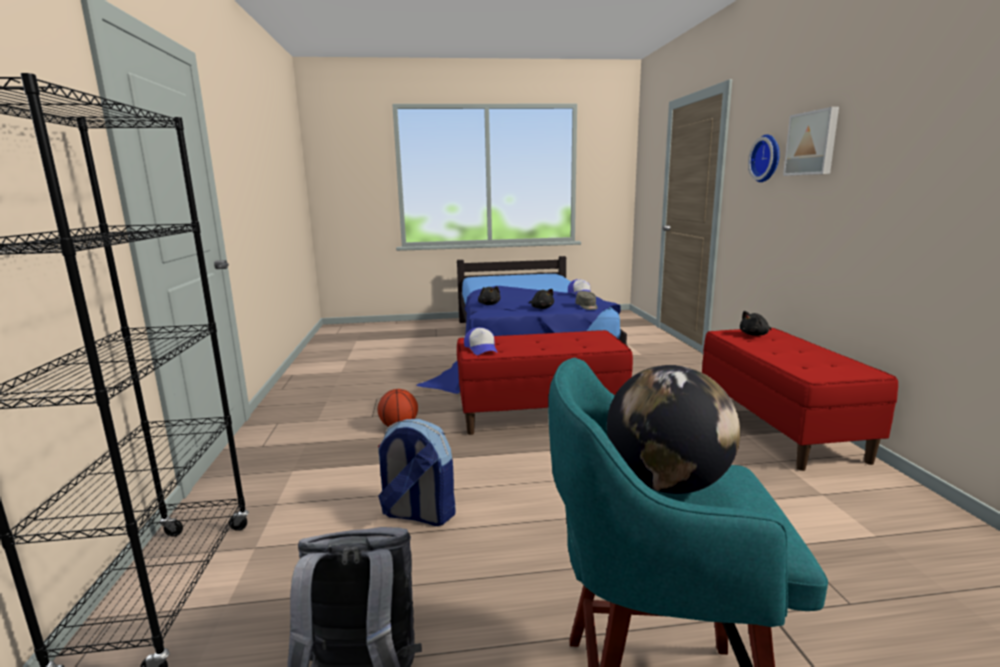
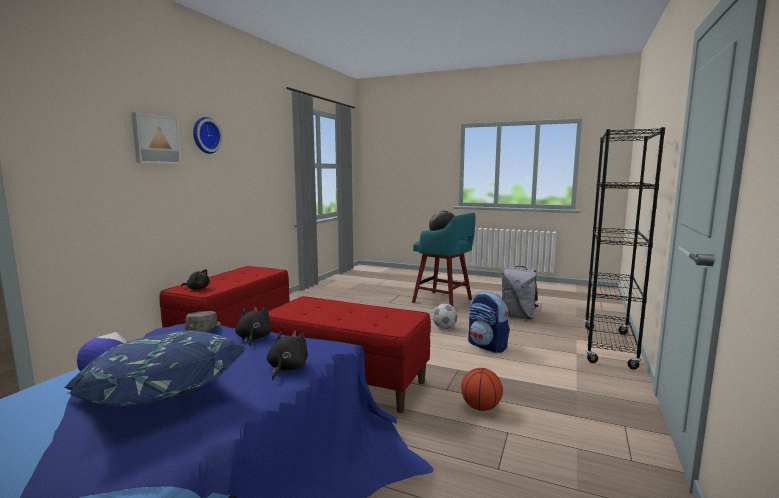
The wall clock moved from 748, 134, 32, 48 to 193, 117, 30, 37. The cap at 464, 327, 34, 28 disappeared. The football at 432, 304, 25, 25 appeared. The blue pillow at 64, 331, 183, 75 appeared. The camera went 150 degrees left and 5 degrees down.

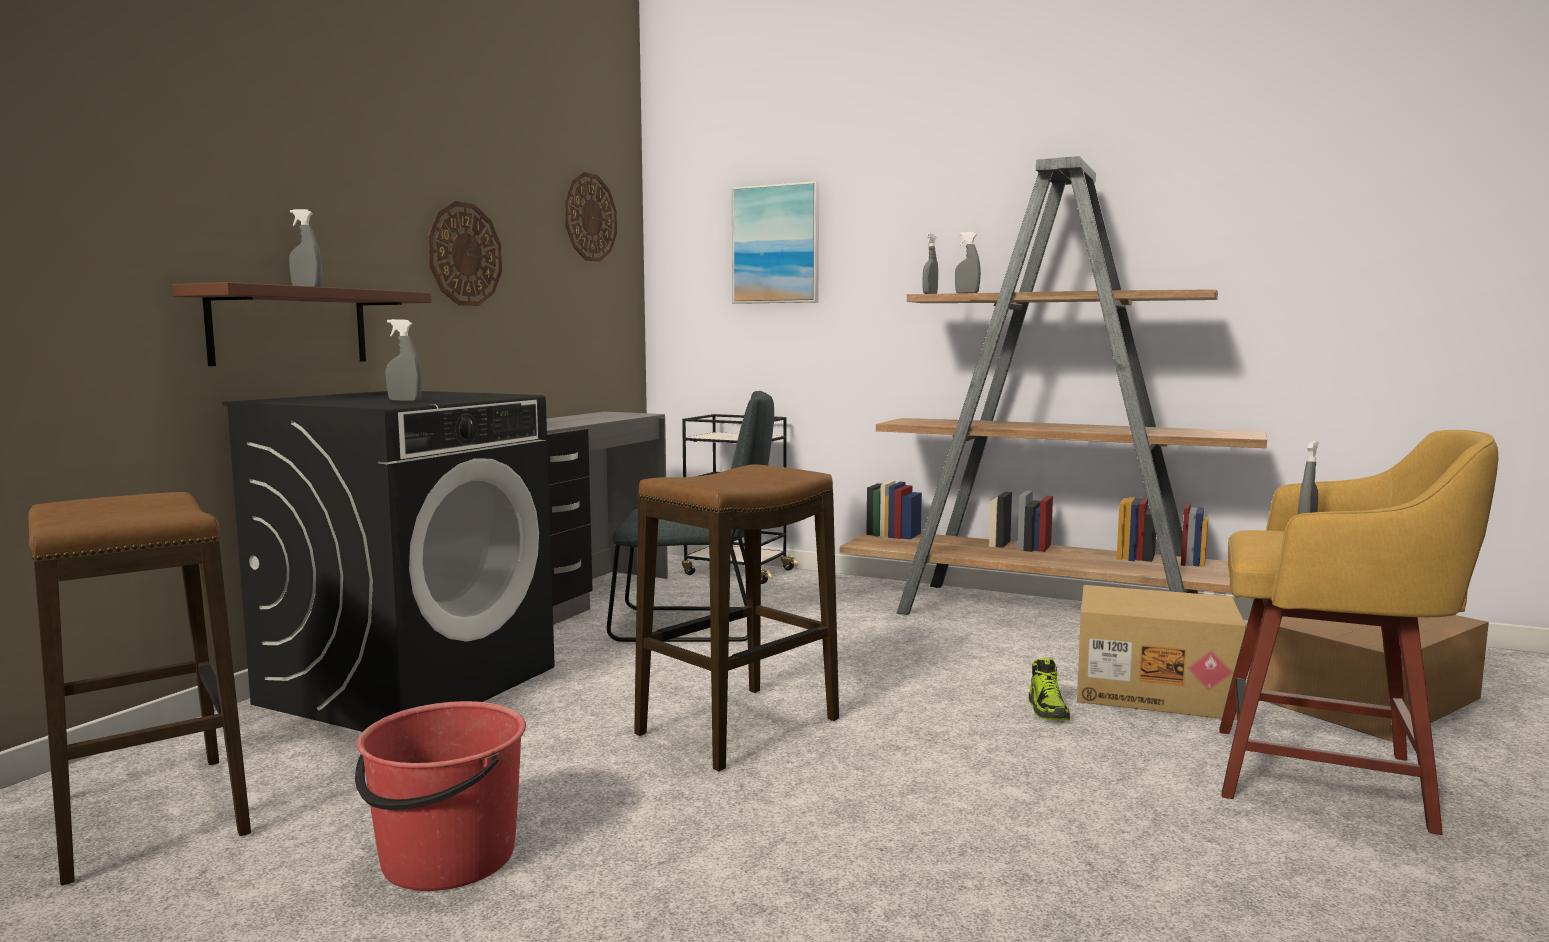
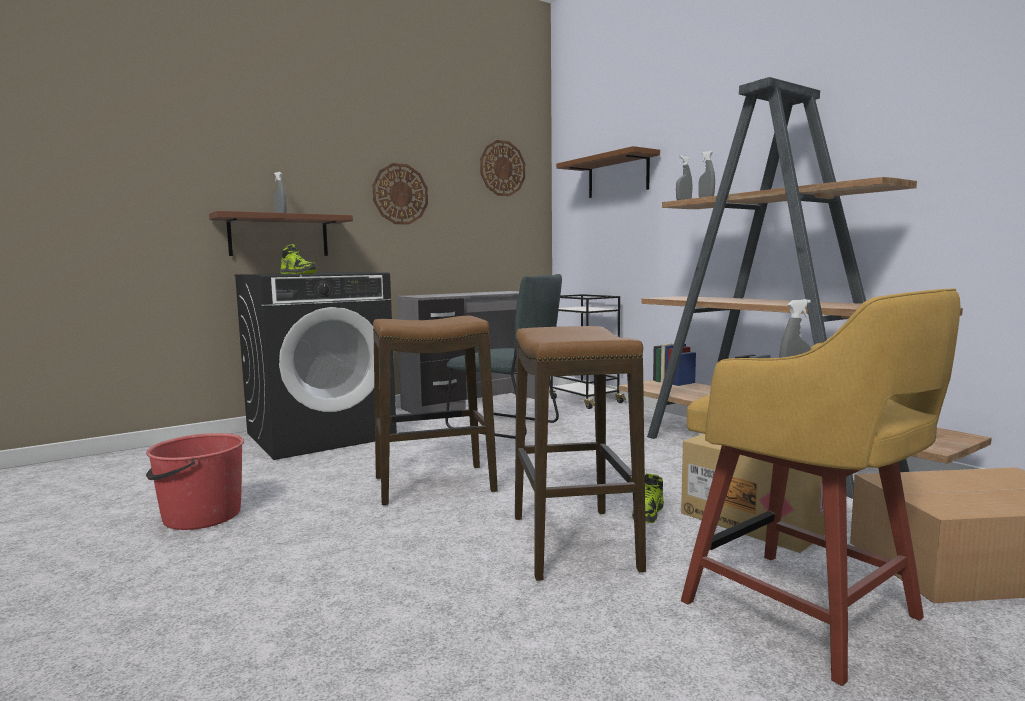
The picture at 732, 181, 87, 123 was replaced by the brown shelf at 556, 146, 104, 52. The grey spray bottle at 386, 319, 36, 83 was replaced by the shoe at 280, 244, 36, 30. The stool moved from 28, 492, 223, 393 to 515, 326, 131, 255. The camera went 30 degrees right and 0 degrees up.

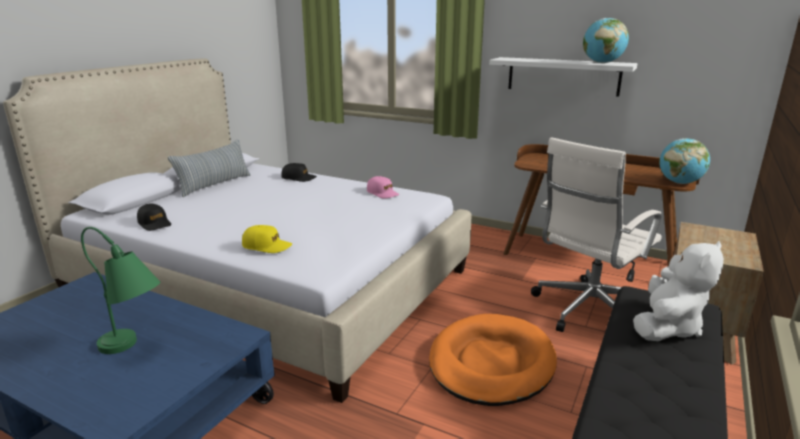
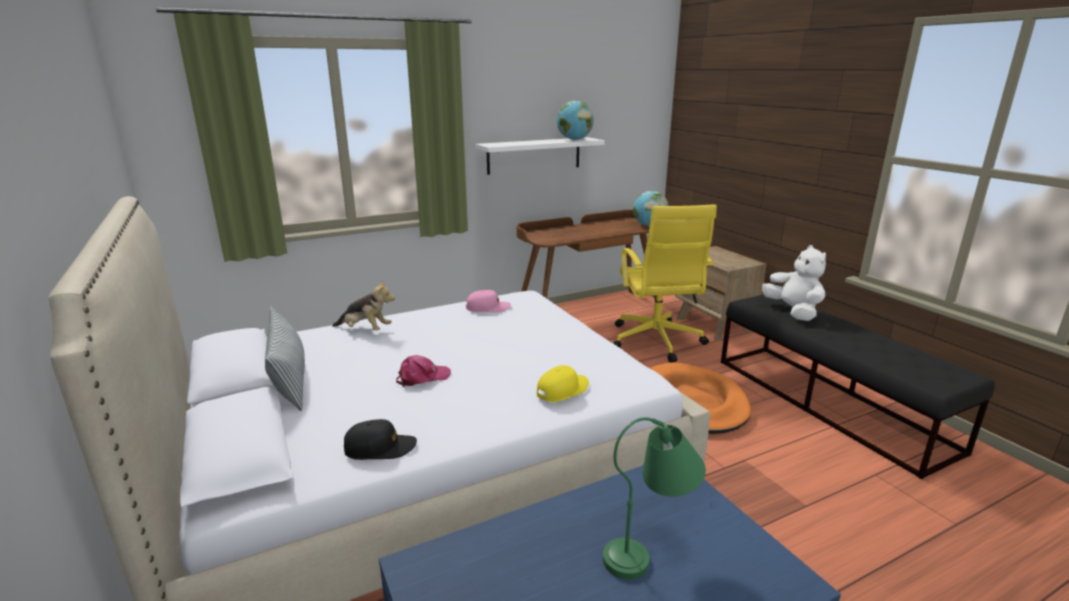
The white office chair at 531, 137, 131, 195 became the yellow office chair at 613, 204, 104, 159. The black cap at 281, 163, 36, 19 was replaced by the plush toy at 332, 280, 63, 50. The pink cap at 396, 355, 55, 33 appeared. The camera went 55 degrees left and 0 degrees up.

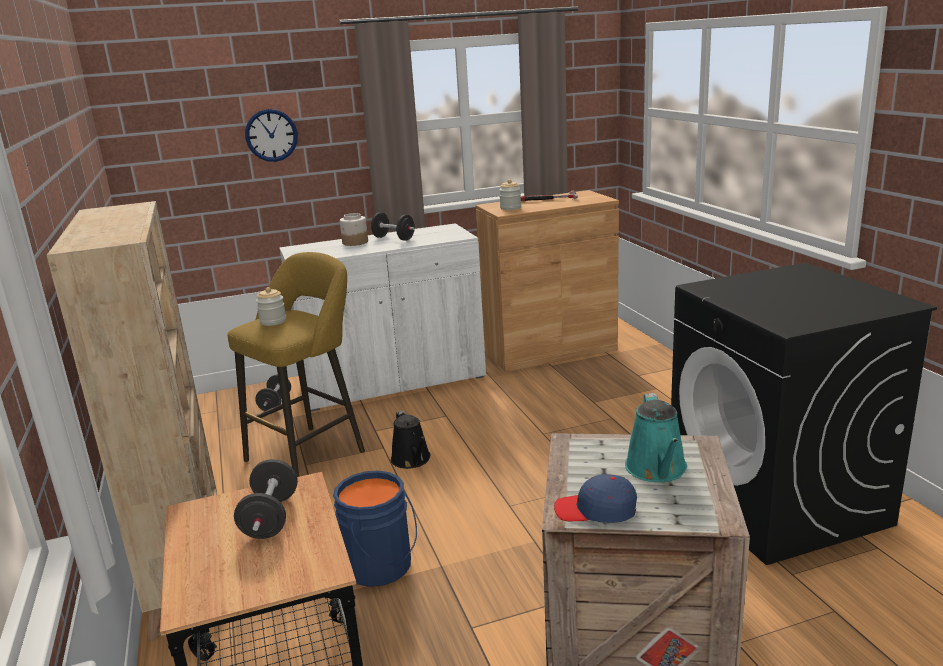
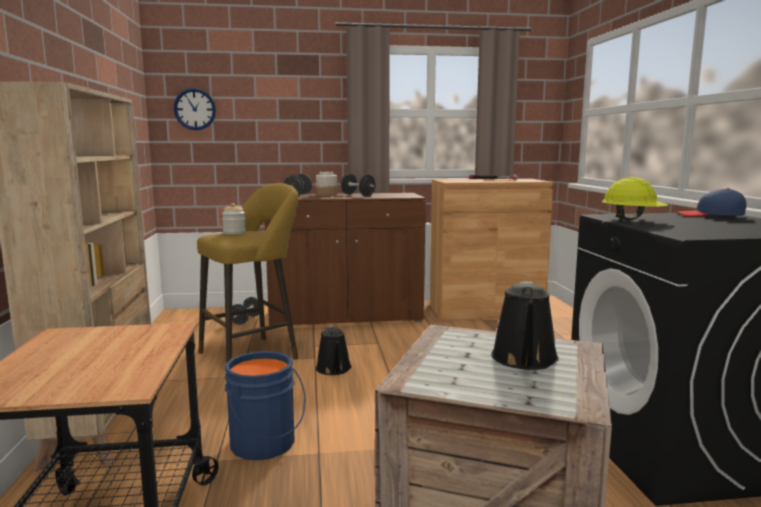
The wall clock moved from 245, 109, 53, 53 to 174, 88, 42, 42. The jar at 499, 179, 22, 31 disappeared. The white cabinet at 279, 223, 207, 189 became the brown cabinet at 265, 193, 161, 132. The turquoise watering can at 625, 393, 62, 89 became the black watering can at 491, 281, 68, 89. The black dumbbell moved from 234, 459, 64, 80 to 283, 174, 29, 22. The blue cap moved from 554, 474, 83, 49 to 678, 188, 68, 29. The yellow hard hat at 602, 177, 67, 43 appeared. The camera went 10 degrees right and 10 degrees down.

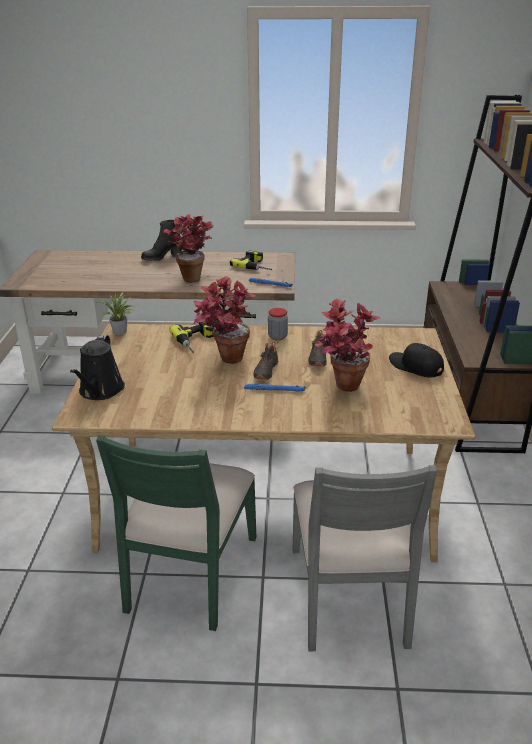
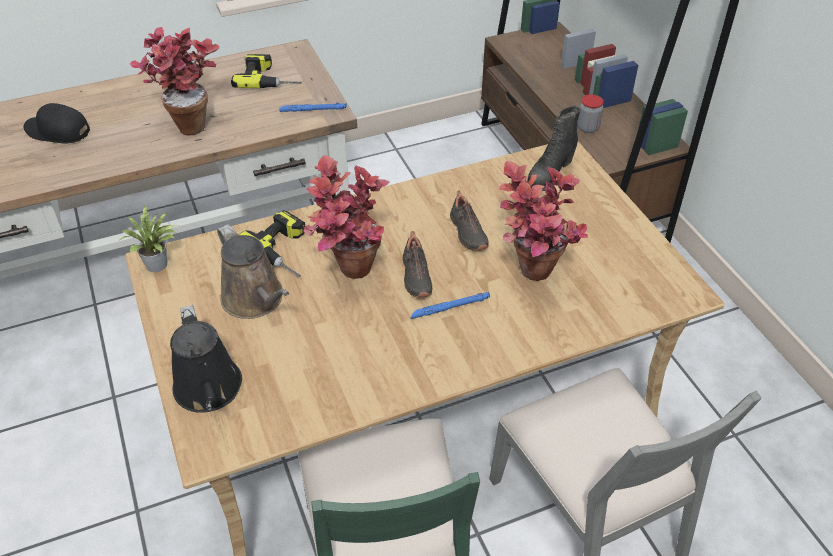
The black boot moved from 141, 220, 41, 41 to 527, 106, 53, 85. The jar moved from 268, 308, 20, 32 to 577, 95, 27, 38. The black cap moved from 389, 343, 55, 34 to 23, 103, 67, 41. The brown watering can at 217, 224, 72, 95 appeared. The camera went 25 degrees left and 15 degrees up.

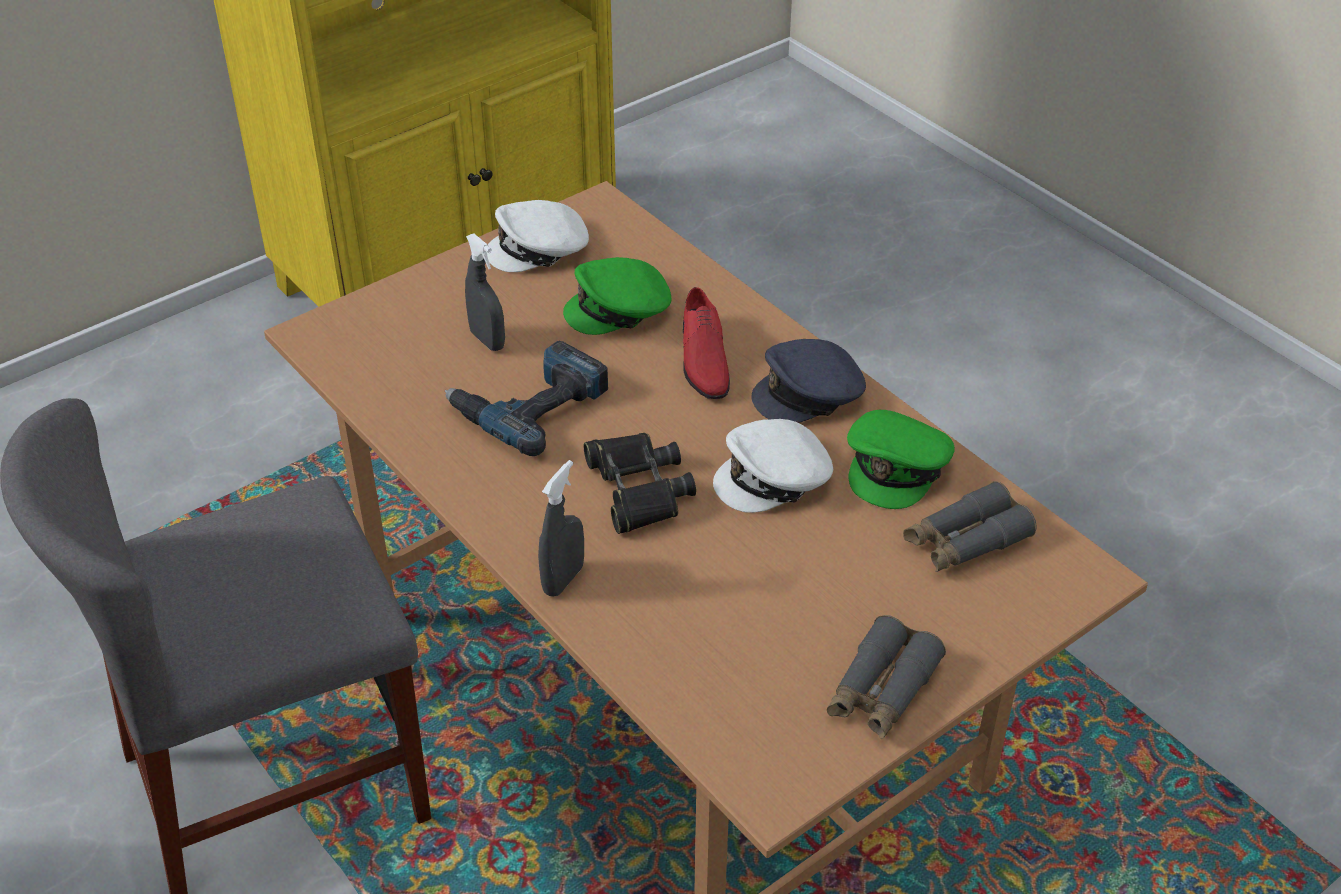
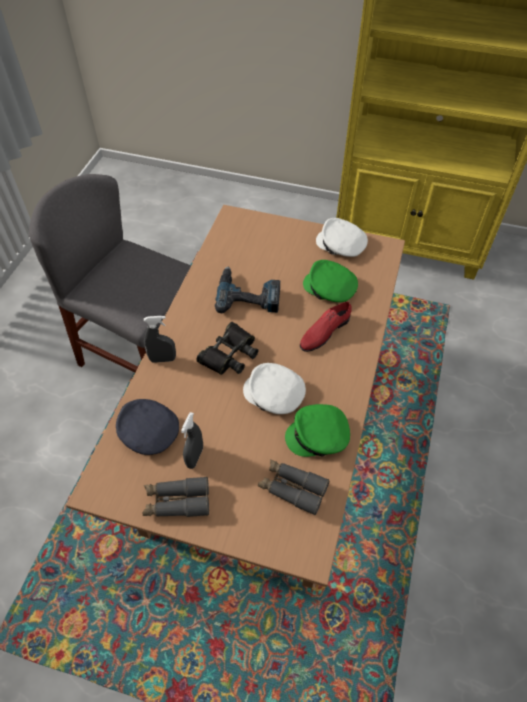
The grey spray bottle moved from 465, 233, 40, 118 to 181, 412, 22, 57. The grey cap moved from 751, 339, 115, 84 to 116, 399, 63, 56. The camera went 55 degrees right and 10 degrees up.

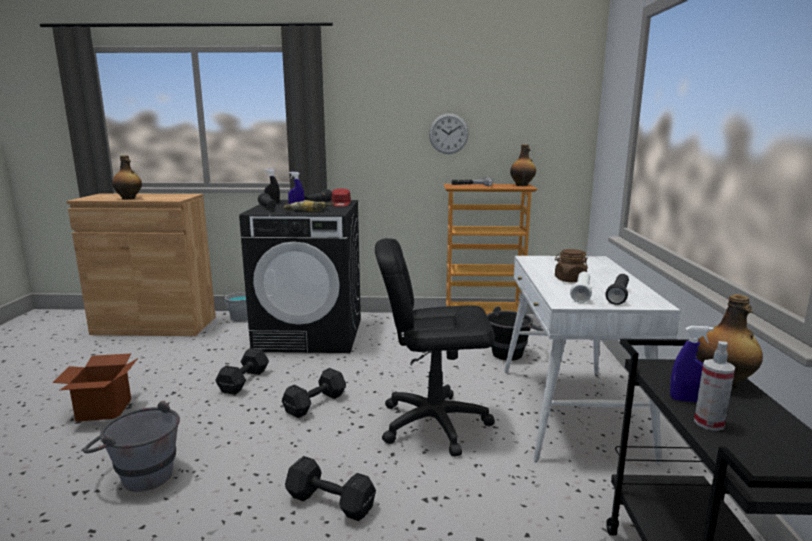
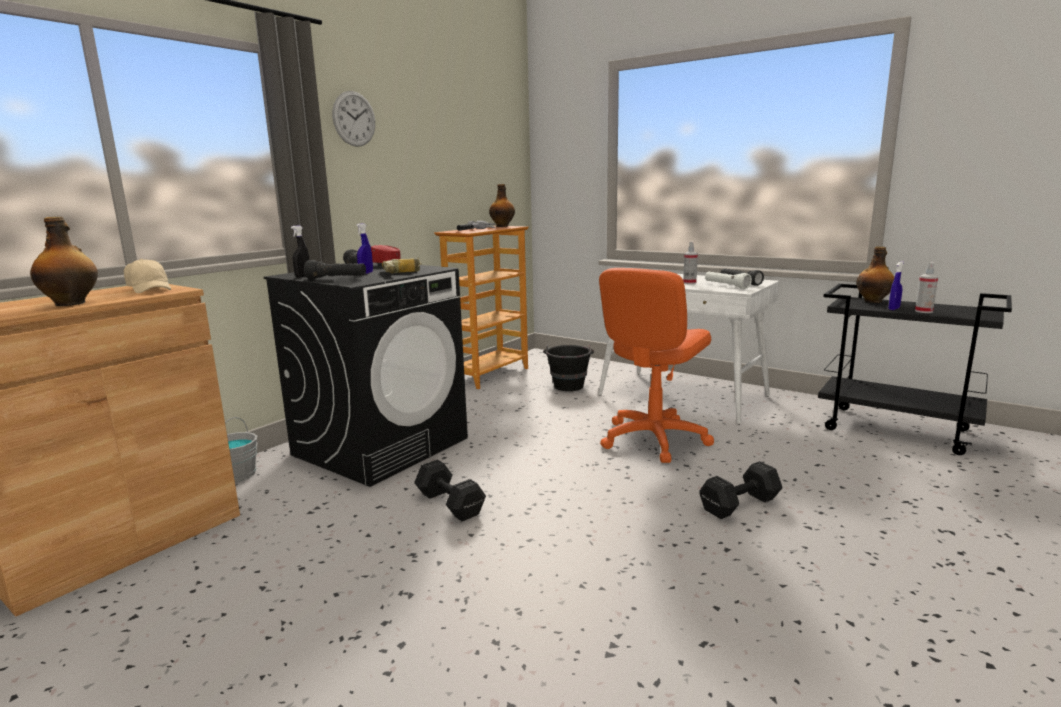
The wall clock moved from 429, 113, 40, 41 to 332, 91, 43, 56. The black office chair at 375, 238, 120, 219 became the orange office chair at 599, 268, 115, 195. The brown jar at 555, 249, 33, 33 was replaced by the spray bottle at 683, 242, 15, 42. The cardboard box at 52, 354, 86, 68 disappeared. The black dumbbell at 282, 368, 64, 50 disappeared. The grey bucket at 83, 401, 97, 91 disappeared. The beige cap at 124, 259, 47, 34 appeared. The camera went 55 degrees left and 0 degrees up.

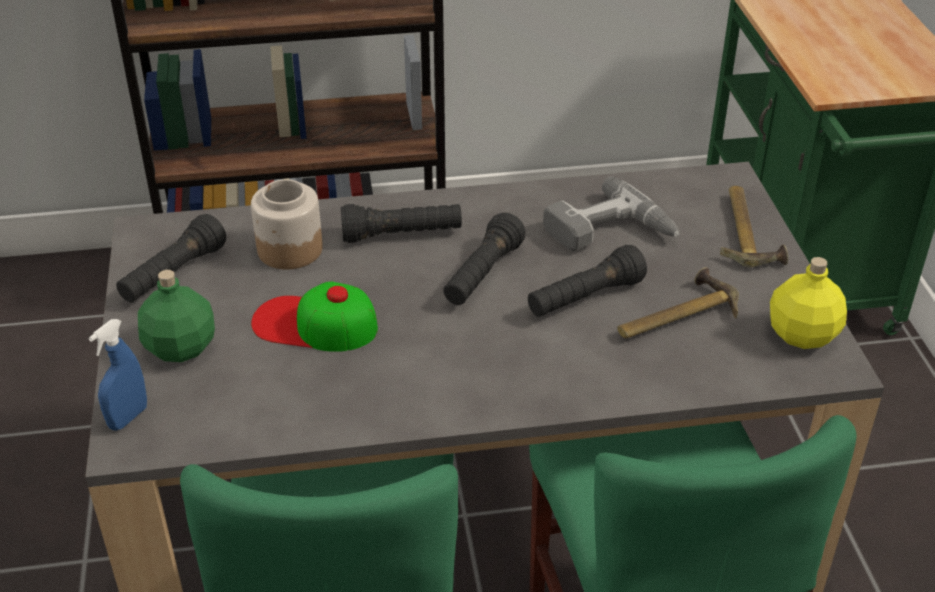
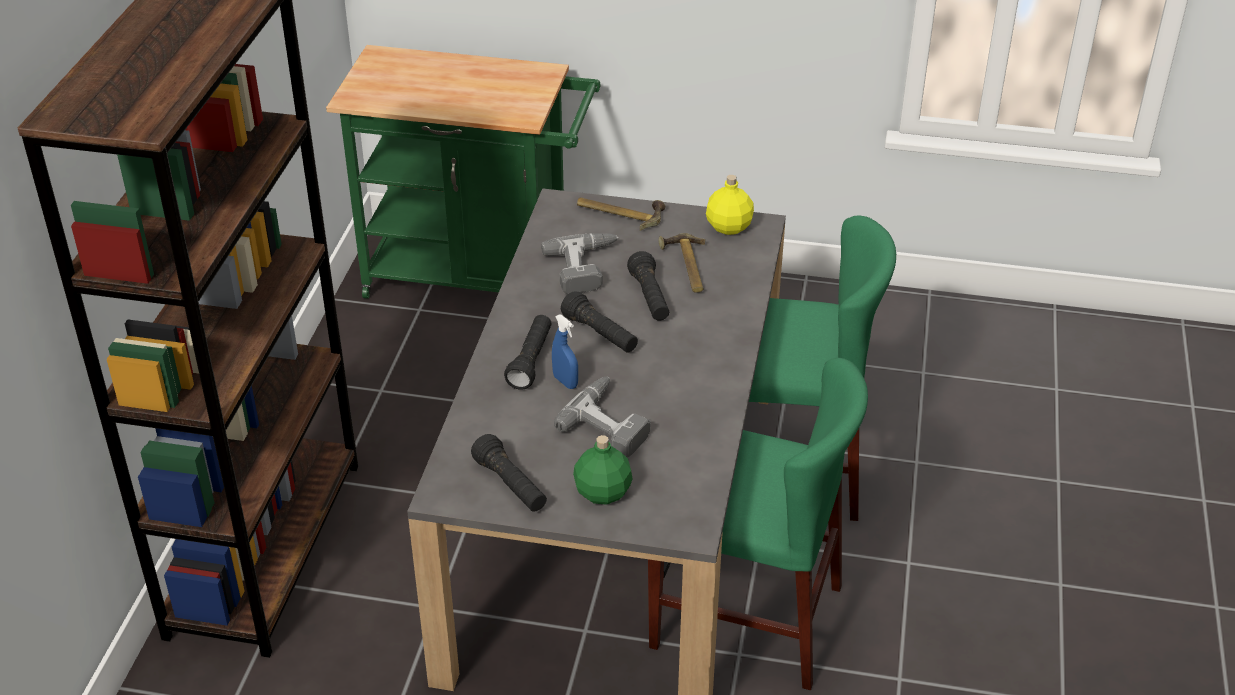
The jar at 251, 179, 72, 90 disappeared. The cap at 251, 281, 127, 71 was replaced by the power drill at 554, 376, 97, 81. The blue spray bottle moved from 89, 319, 58, 112 to 552, 315, 26, 74. The camera went 70 degrees left and 0 degrees up.

